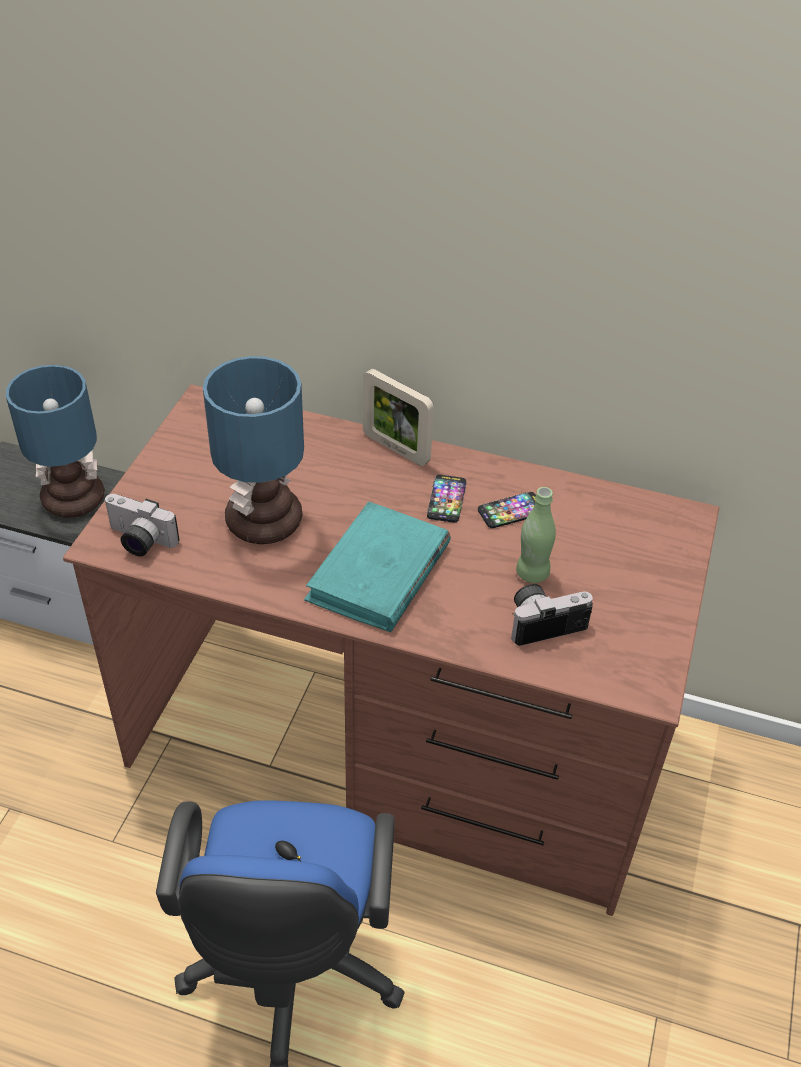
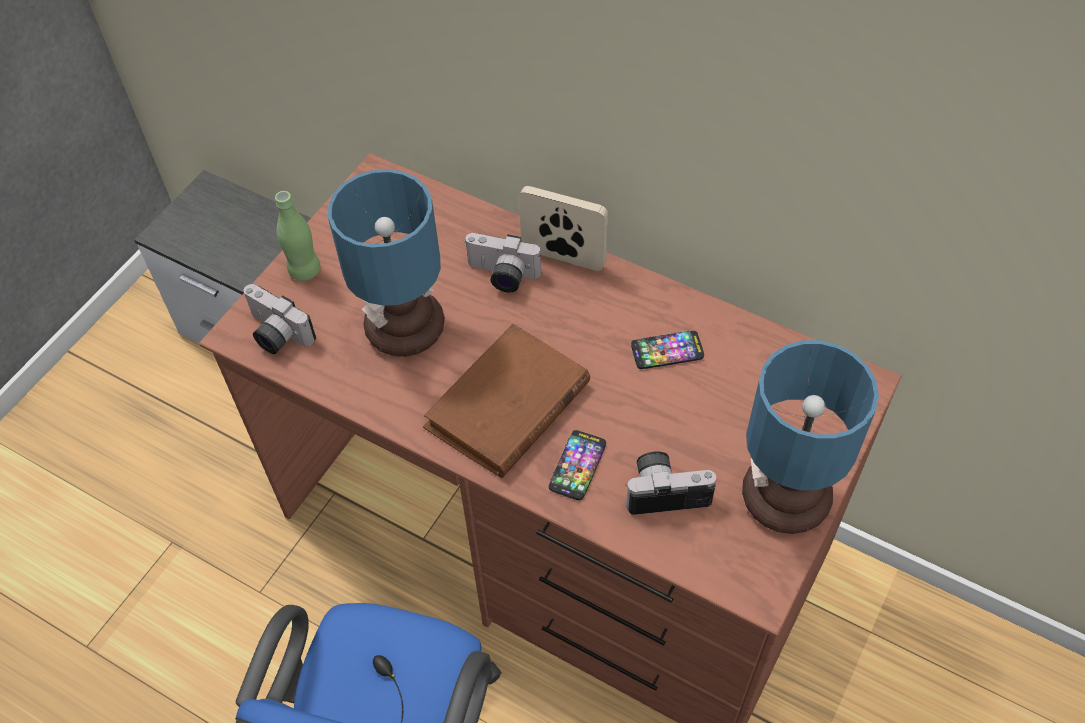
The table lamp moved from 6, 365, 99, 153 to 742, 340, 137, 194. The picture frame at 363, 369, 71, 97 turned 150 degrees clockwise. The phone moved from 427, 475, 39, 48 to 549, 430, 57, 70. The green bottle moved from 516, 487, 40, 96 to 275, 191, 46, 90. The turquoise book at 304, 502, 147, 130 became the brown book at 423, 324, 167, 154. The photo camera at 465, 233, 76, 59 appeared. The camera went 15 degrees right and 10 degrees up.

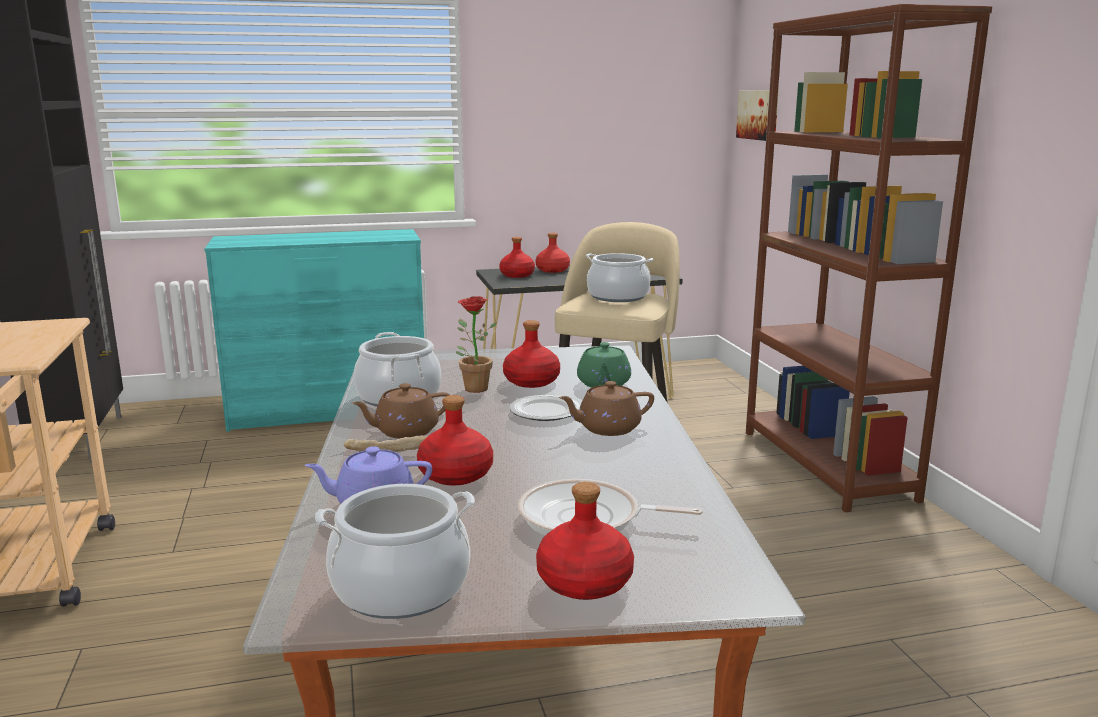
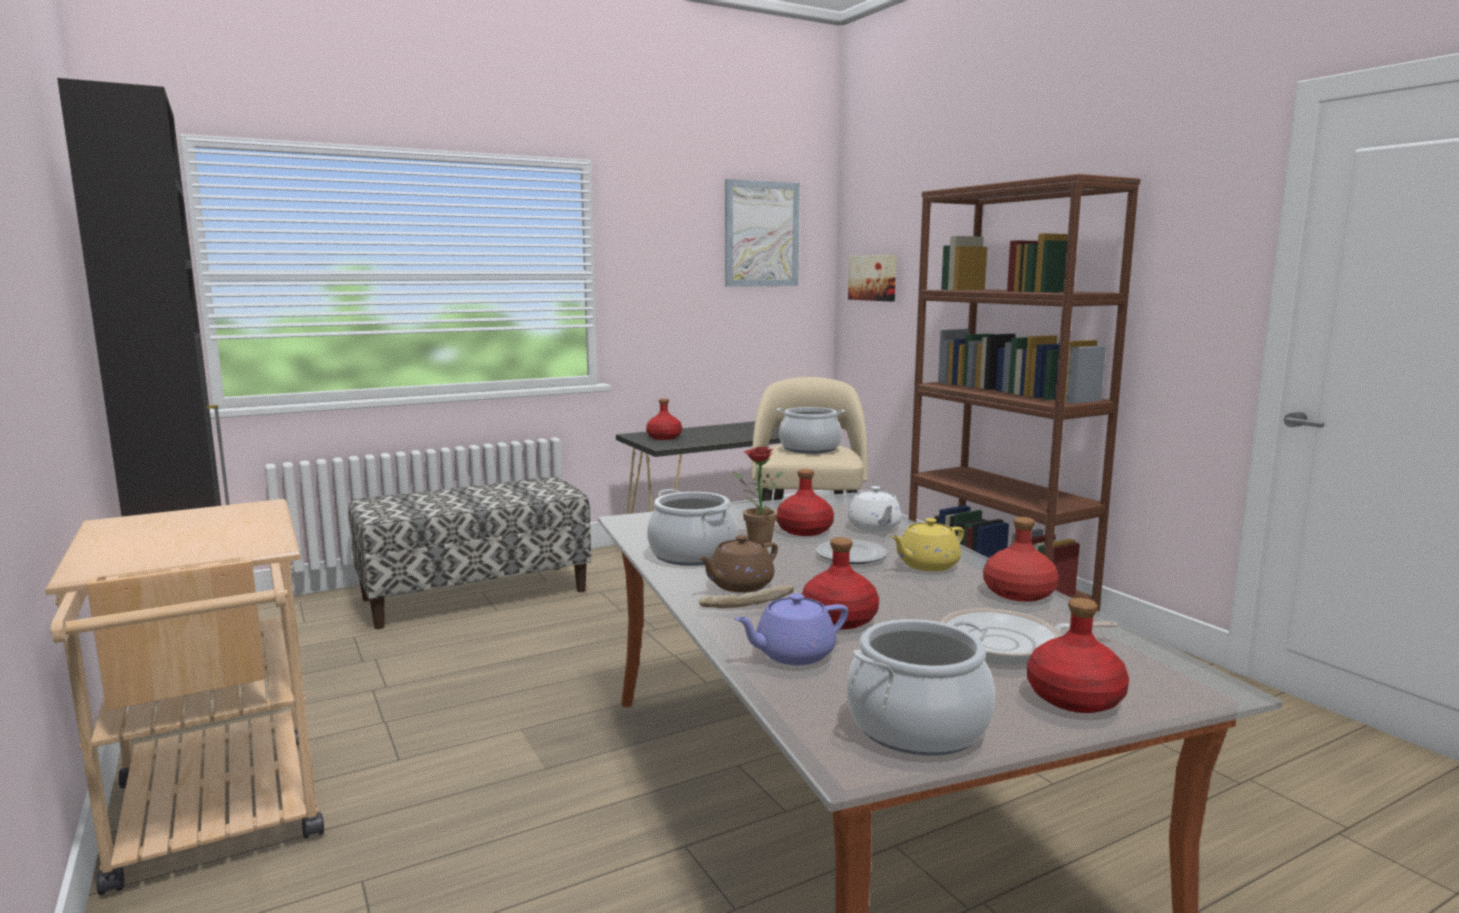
The turquoise dresser at 204, 229, 220, 203 was replaced by the bench at 348, 477, 243, 152. The red bottle moved from 535, 233, 35, 40 to 983, 517, 76, 85. The green teapot at 577, 342, 54, 46 became the white teapot at 848, 486, 54, 46. The brown teapot at 559, 381, 95, 55 became the yellow teapot at 891, 518, 73, 53. The picture at 725, 179, 75, 108 appeared. The camera went 15 degrees left and 5 degrees down.

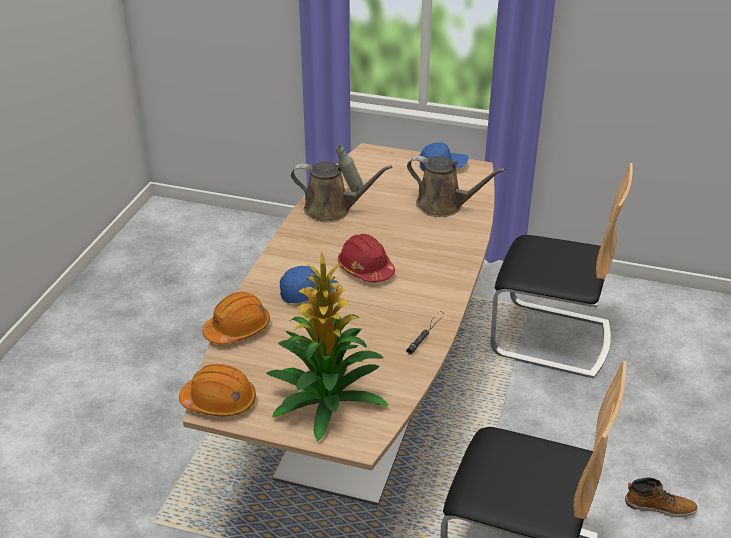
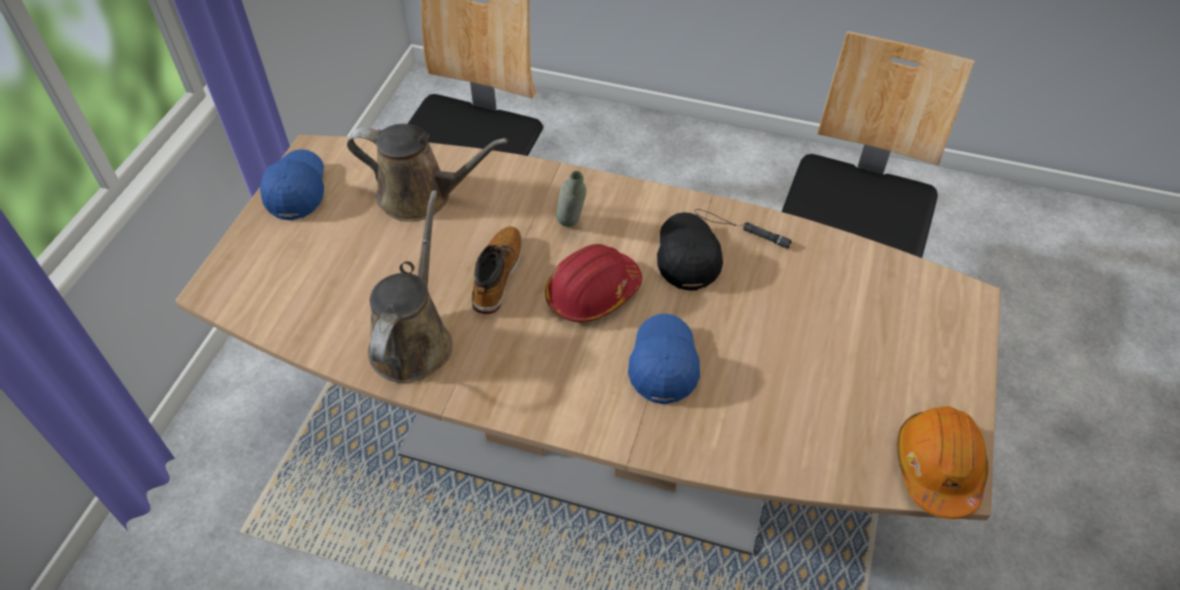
The grey bottle moved from 336, 145, 28, 47 to 556, 171, 31, 56. The brown watering can at 407, 156, 98, 61 turned 75 degrees clockwise. The potted plant at 267, 252, 121, 189 disappeared. The orange hard hat at 202, 292, 68, 52 disappeared. The boot moved from 625, 477, 73, 40 to 471, 226, 51, 88. The black cap at 657, 212, 66, 78 appeared. The camera went 90 degrees left and 15 degrees up.

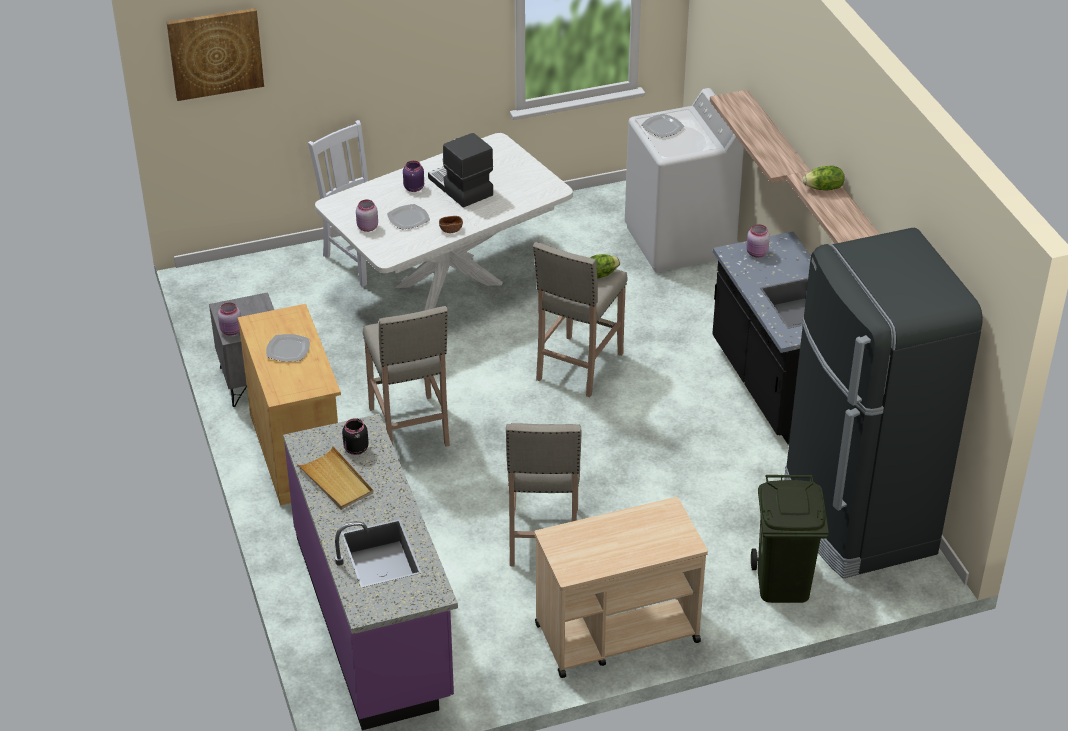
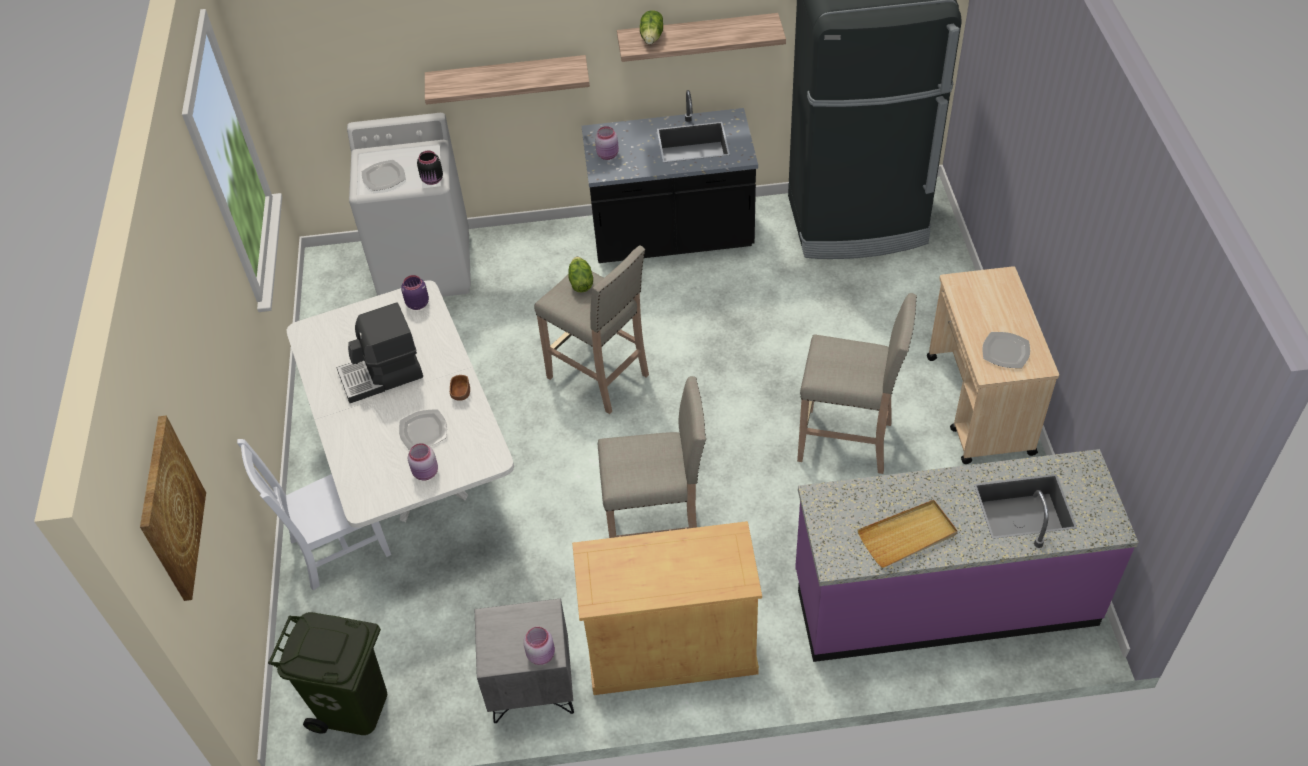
The purple jar moved from 403, 161, 21, 31 to 401, 275, 28, 35. The plate moved from 266, 334, 44, 28 to 983, 332, 47, 36. The black jar moved from 342, 418, 27, 37 to 417, 150, 26, 35. The green trash can moved from 751, 475, 78, 128 to 268, 612, 119, 123. The camera went 75 degrees left and 10 degrees up.

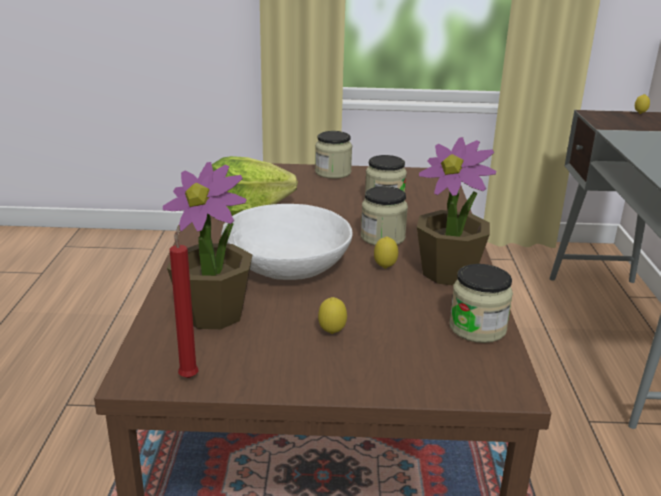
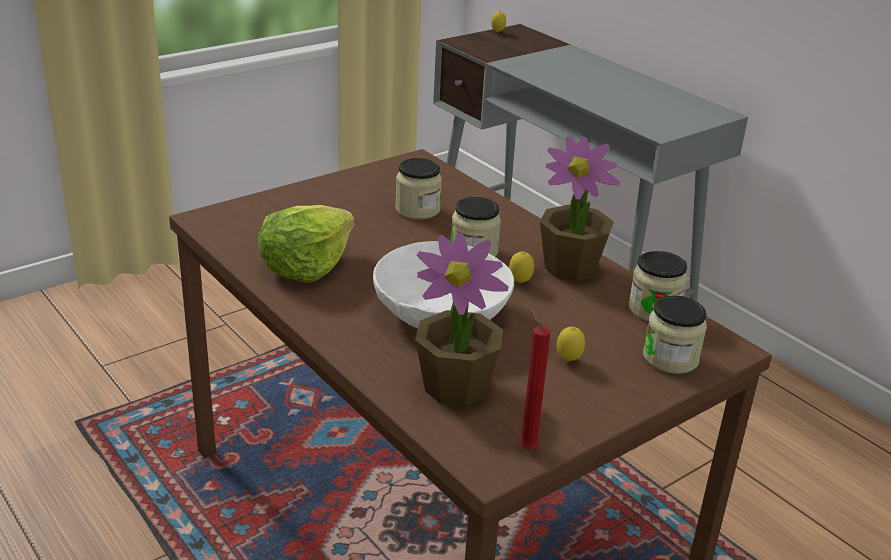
The jar moved from 315, 131, 37, 48 to 643, 295, 64, 79. The camera went 40 degrees left and 5 degrees up.

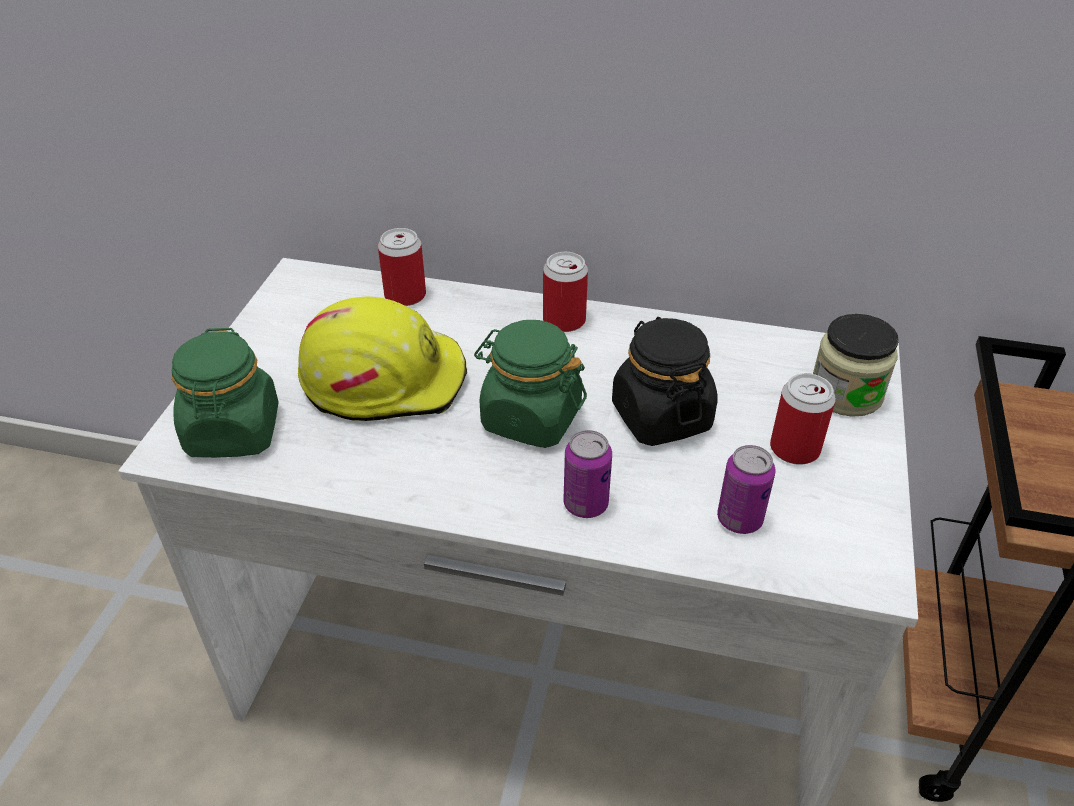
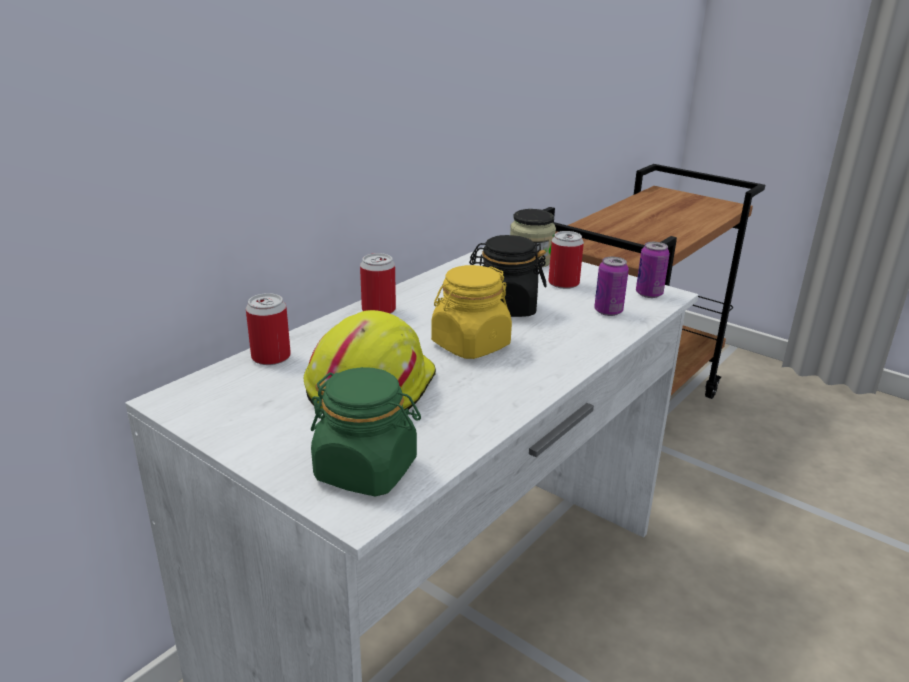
The green jar at 474, 320, 113, 128 became the yellow jar at 431, 265, 81, 94. The can moved from 563, 430, 49, 88 to 636, 242, 34, 56. The camera went 65 degrees left and 15 degrees down.

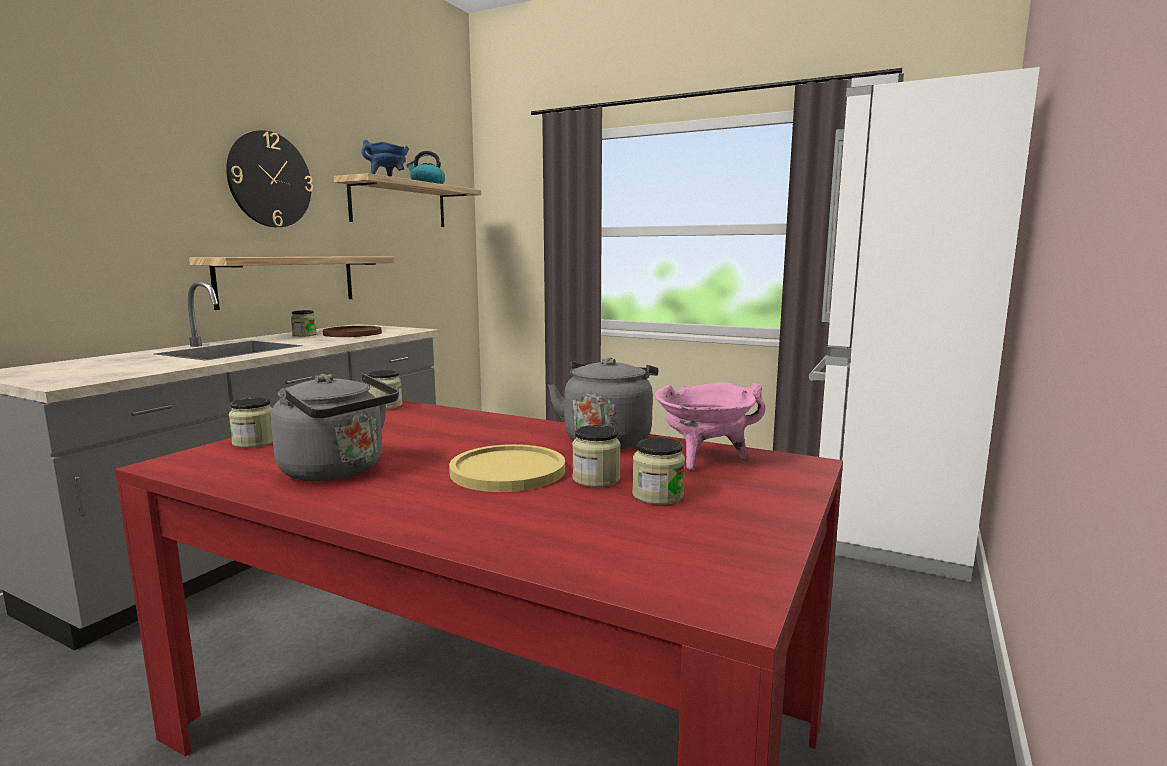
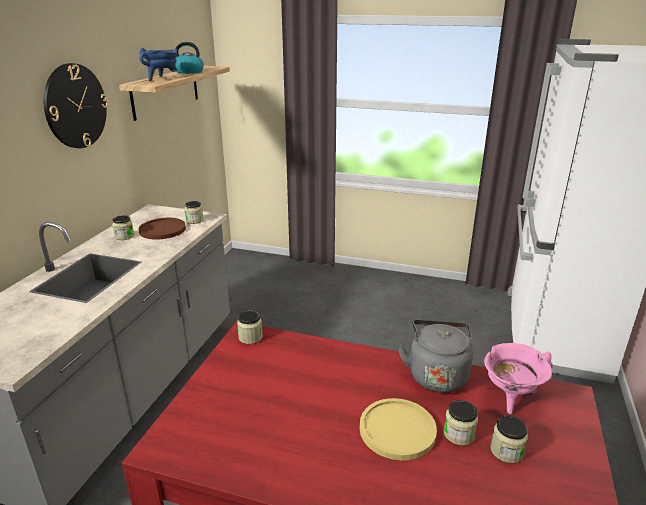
The shelf at 189, 256, 205, 54 disappeared. The grey kettle at 271, 374, 128, 108 disappeared. The jar moved from 229, 397, 44, 51 to 184, 201, 20, 23. The camera went 10 degrees left and 15 degrees up.

